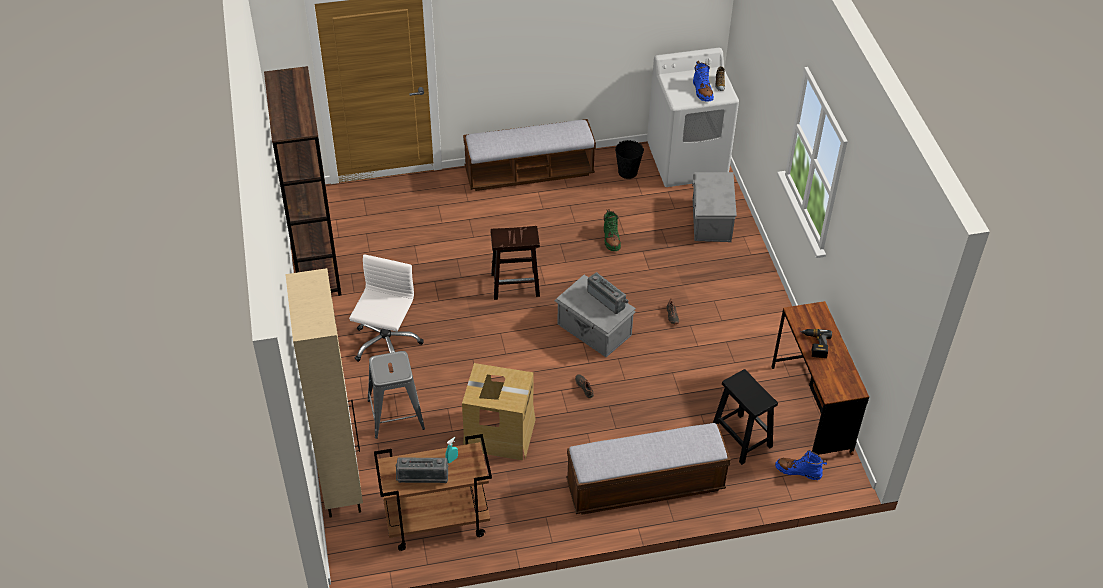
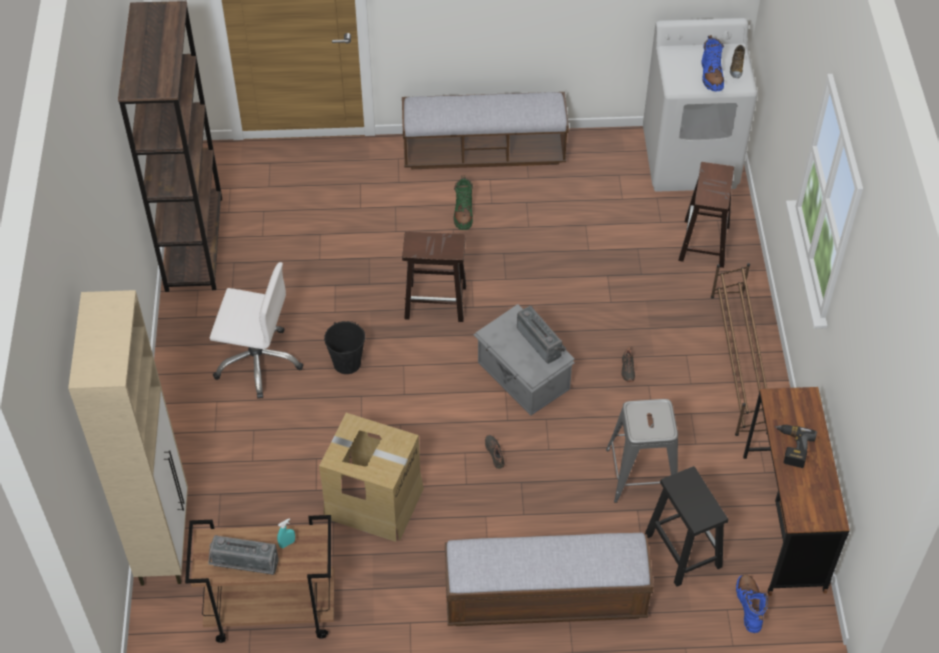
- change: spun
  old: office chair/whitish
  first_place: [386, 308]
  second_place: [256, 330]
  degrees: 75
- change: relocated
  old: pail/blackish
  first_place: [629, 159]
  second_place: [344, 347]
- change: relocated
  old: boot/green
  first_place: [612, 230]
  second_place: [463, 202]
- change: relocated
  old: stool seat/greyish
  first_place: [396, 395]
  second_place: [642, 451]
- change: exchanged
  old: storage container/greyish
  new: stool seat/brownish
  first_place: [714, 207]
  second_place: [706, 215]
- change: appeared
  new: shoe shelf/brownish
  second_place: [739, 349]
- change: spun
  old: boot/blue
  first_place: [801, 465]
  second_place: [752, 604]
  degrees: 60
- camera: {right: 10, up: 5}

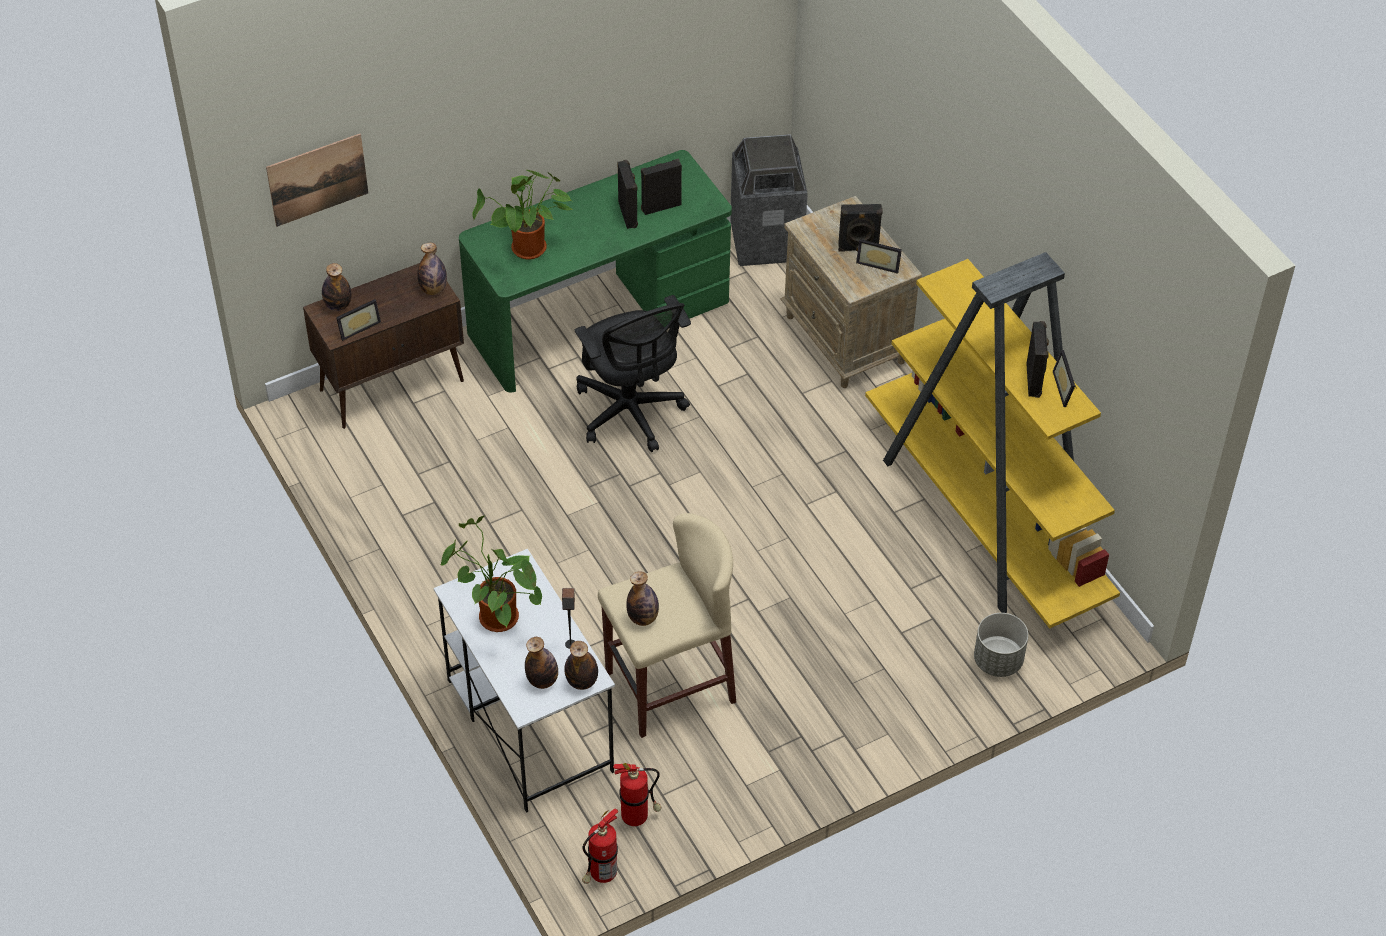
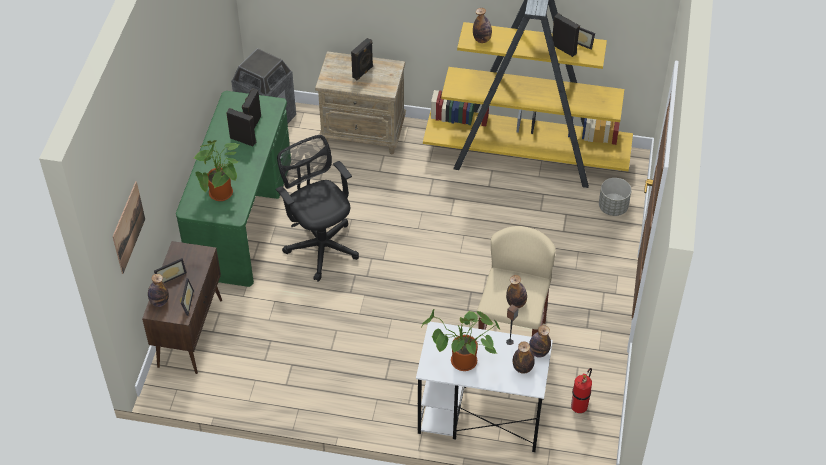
- change: relocated
  old: standing frame
  first_place: [879, 256]
  second_place: [170, 271]
- change: spun
  old: office chair/blackish
  first_place: [633, 373]
  second_place: [317, 208]
  degrees: -135
- change: relocated
  old: bottle
  first_place: [432, 269]
  second_place: [482, 25]
- change: missing
  old: fire extinguisher
  first_place: [600, 846]
- camera: {right: -50, up: 0}

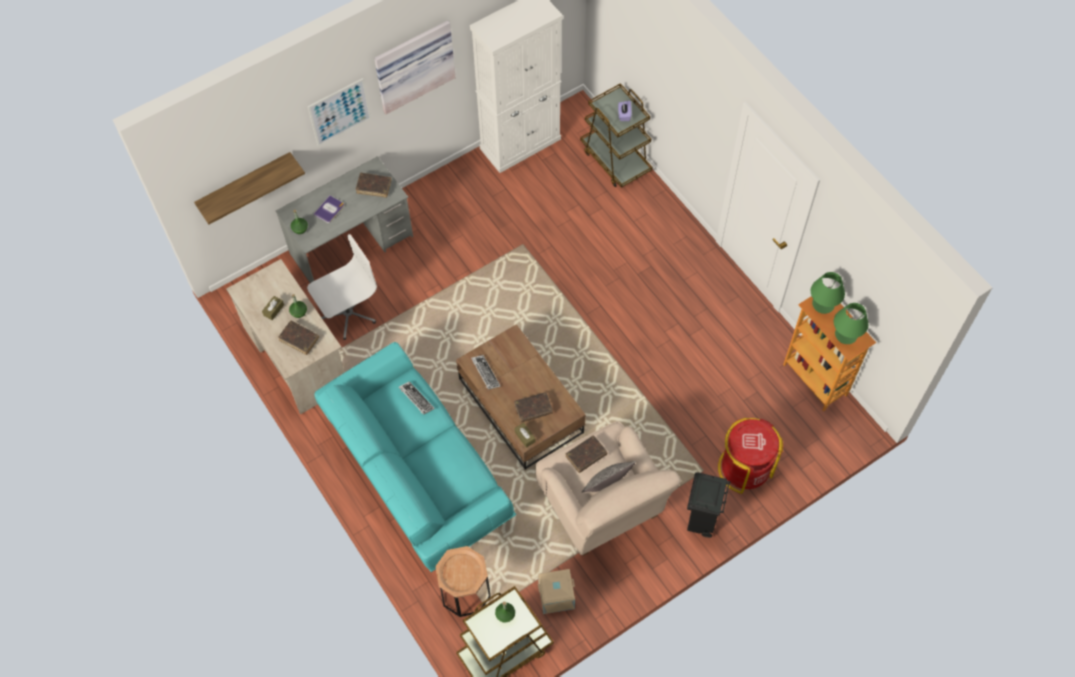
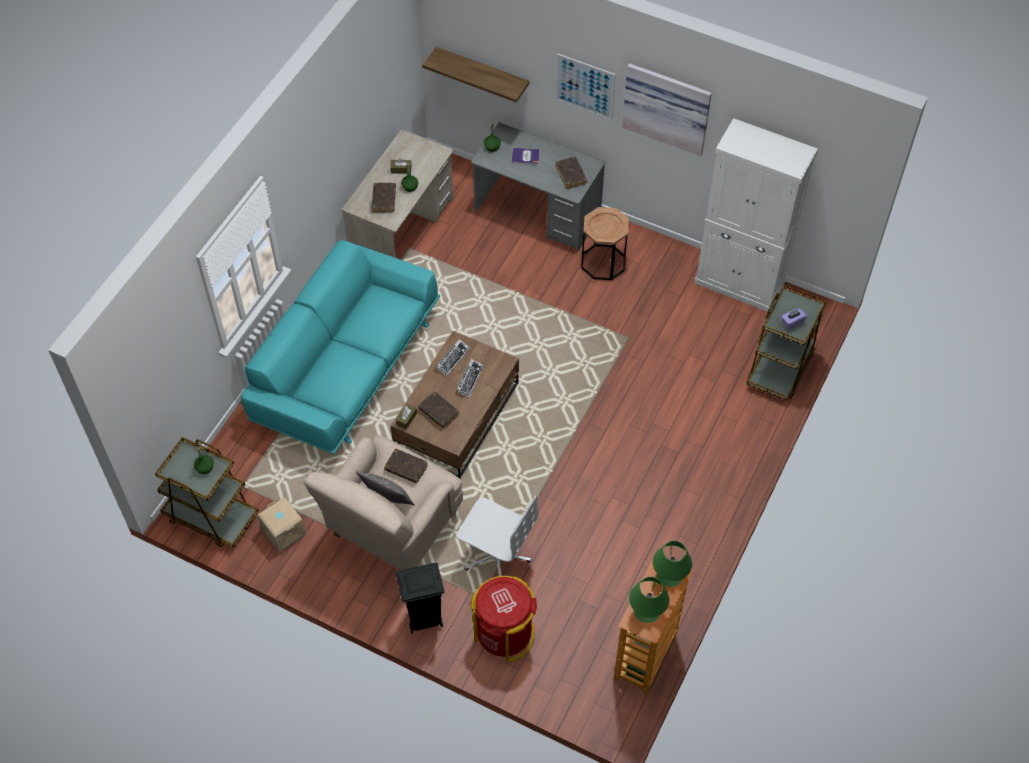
- change: relocated
  old: computer keyboard
  first_place: [417, 397]
  second_place: [470, 378]
- change: relocated
  old: office chair/whitish
  first_place: [342, 287]
  second_place: [497, 535]
- change: relocated
  old: accent table/brownish
  first_place: [463, 581]
  second_place: [605, 243]
- camera: {right: 60, up: -5}

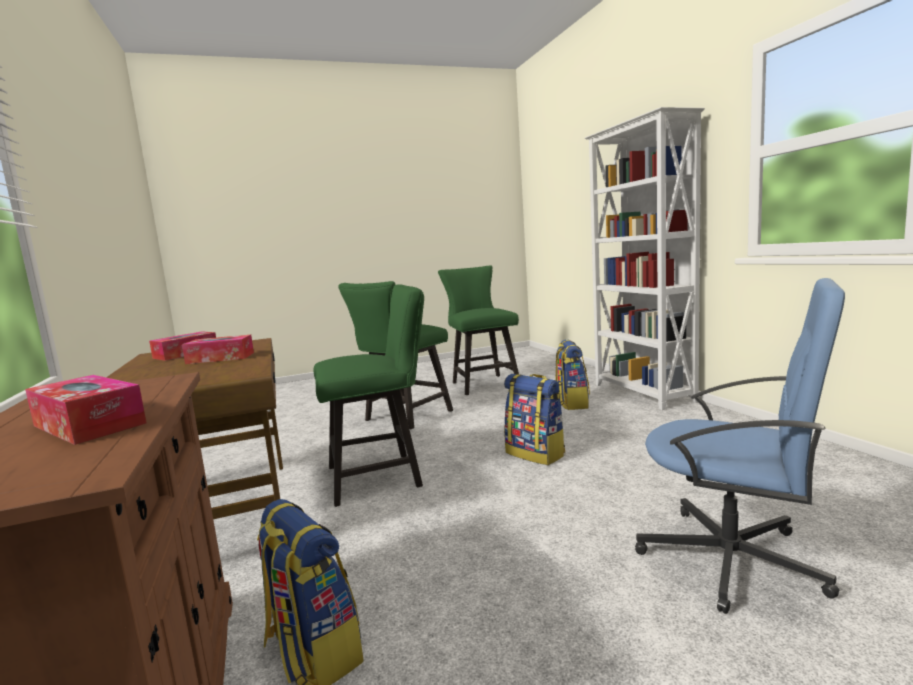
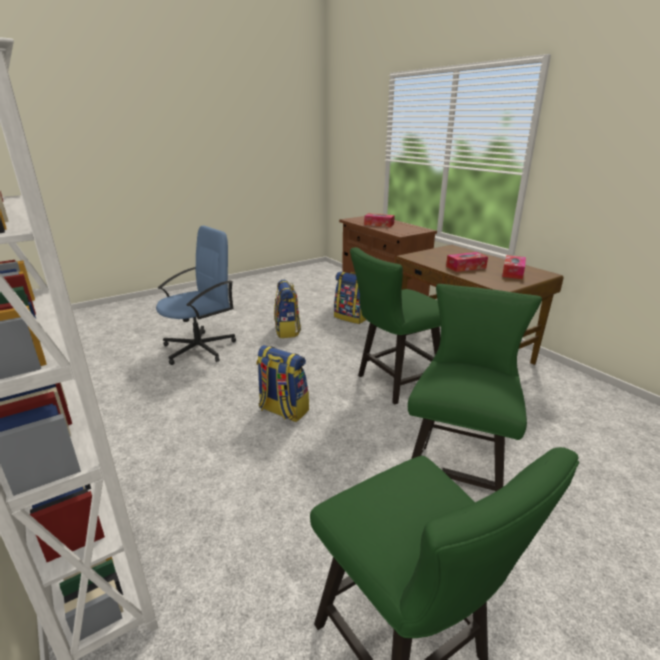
- change: spun
  old: office chair/blue
  first_place: [740, 446]
  second_place: [196, 295]
  degrees: 120
- change: relocated
  old: rucksack
  first_place: [572, 374]
  second_place: [287, 309]
- camera: {right: 165, up: 15}

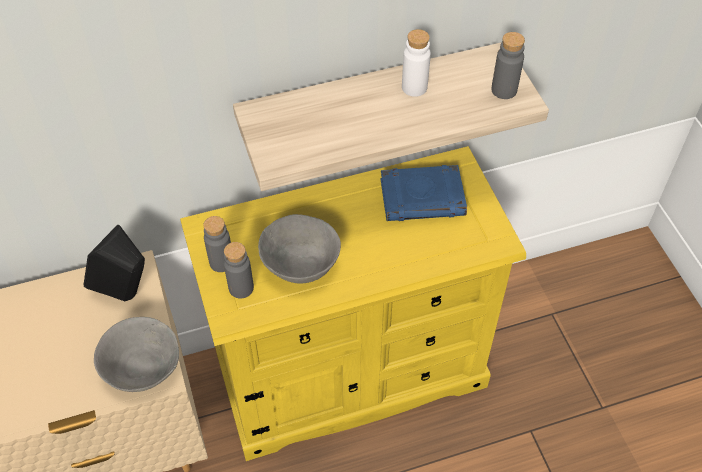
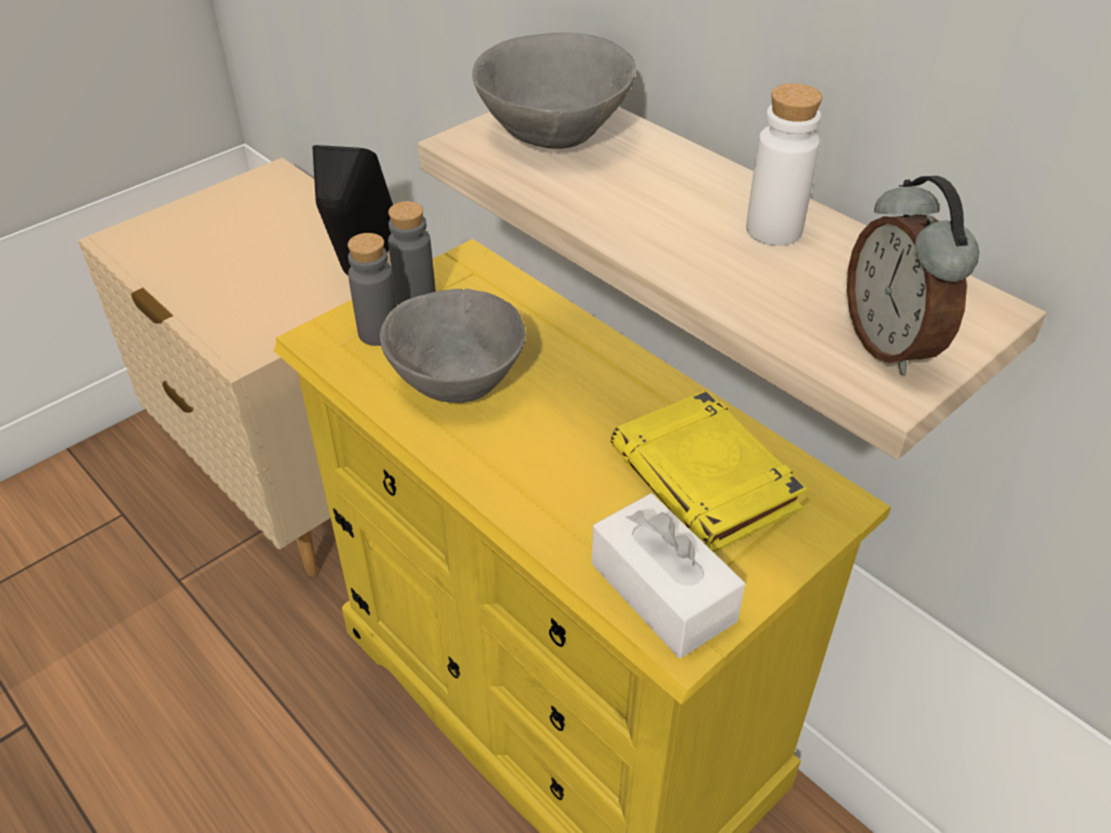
- change: relocated
  old: deep dish/greyish
  first_place: [136, 354]
  second_place: [554, 90]
- change: appeared
  new: tissue holder/whitish
  second_place: [668, 575]
- change: colour
  old: volume/blue
  new: volume/yellow
  first_place: [424, 193]
  second_place: [709, 471]
- change: exchanged
  old: bottle/greyish
  new: bedside clock
  first_place: [508, 65]
  second_place: [913, 275]
- camera: {right: 65, up: -10}

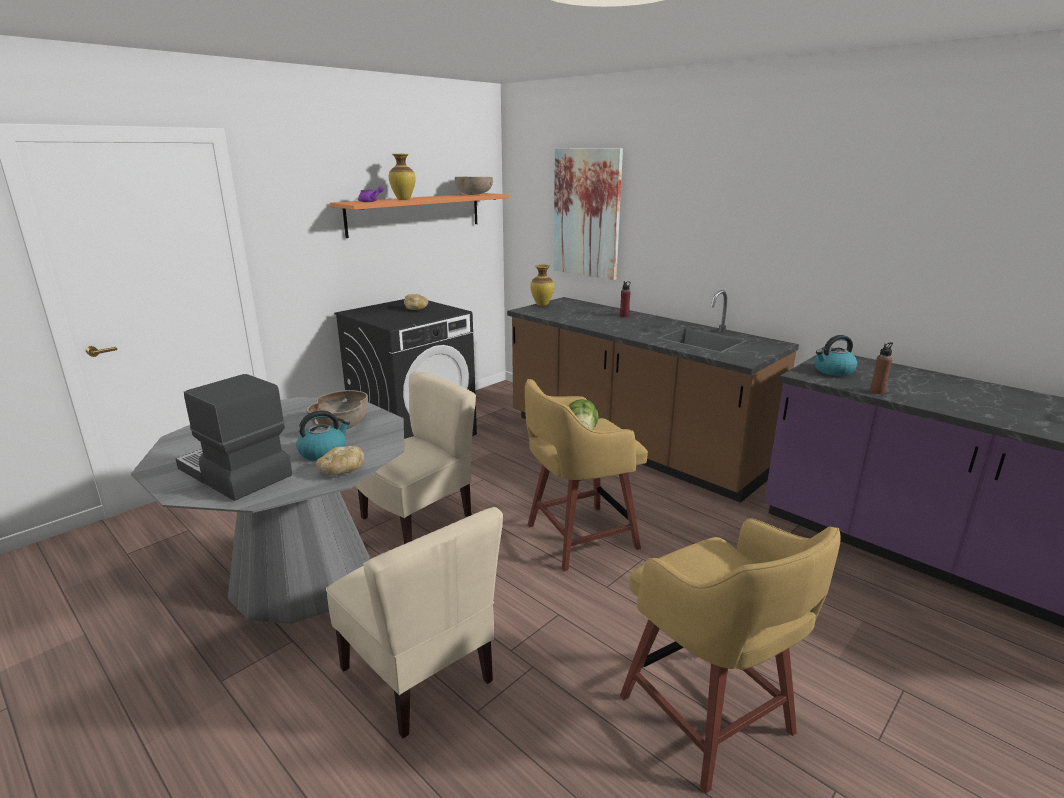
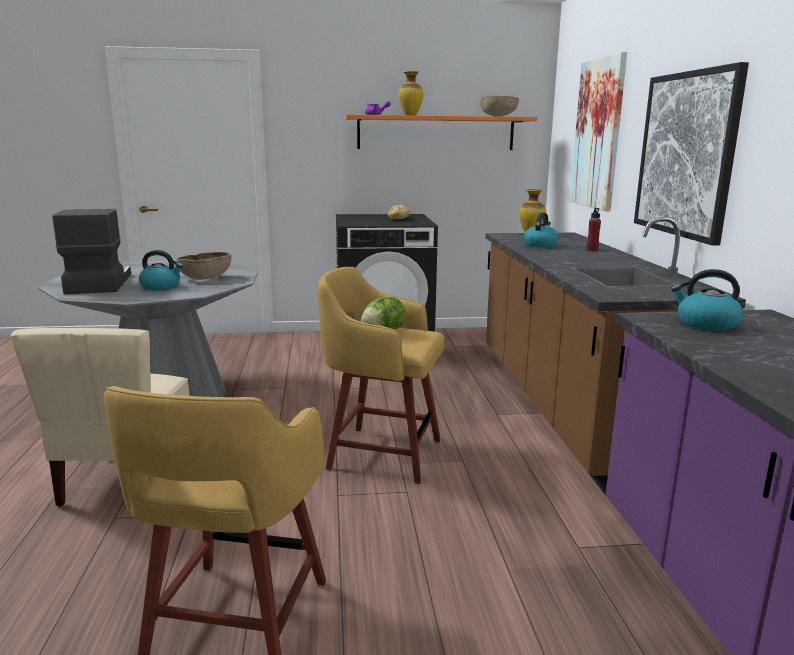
- change: appeared
  new: kettle
  second_place: [541, 229]
- change: appeared
  new: picture
  second_place: [691, 154]
- change: missing
  old: bread
  first_place: [340, 460]
- change: missing
  old: chair/sand-coloured
  first_place: [416, 458]
- change: missing
  old: bottle/brownish
  first_place: [881, 368]
- camera: {right: 40, up: -5}

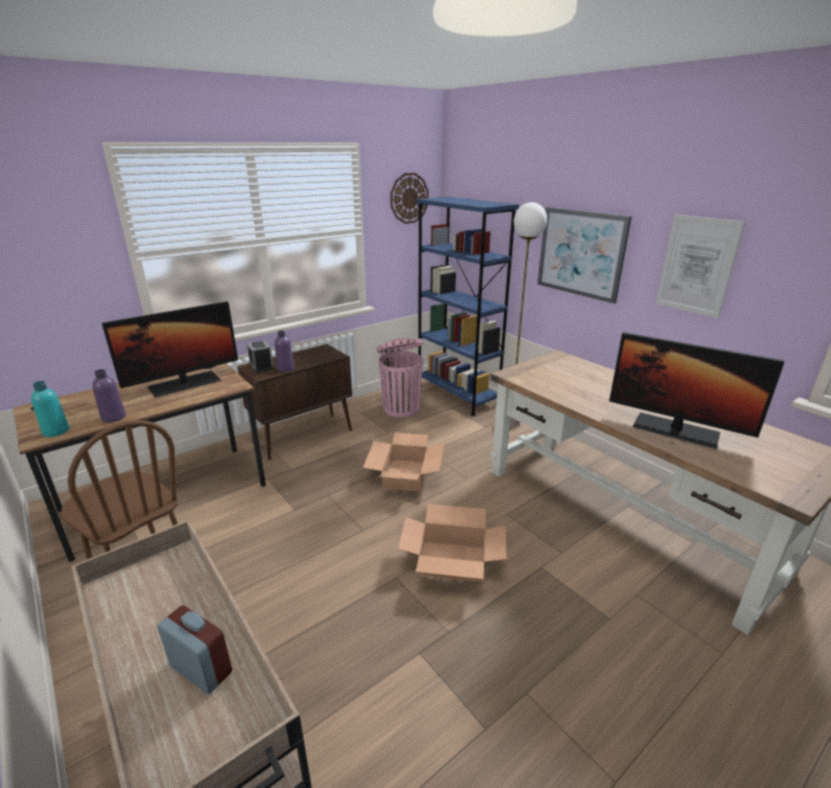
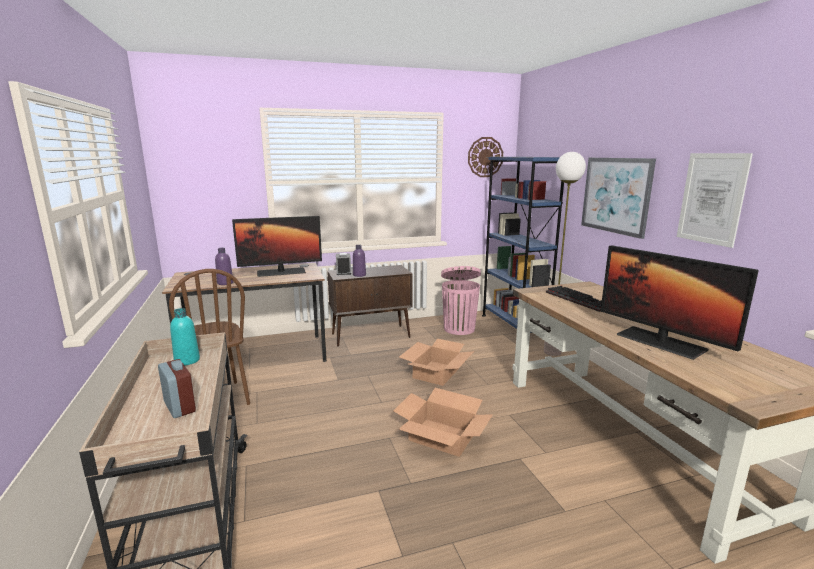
- change: relocated
  old: bottle/blue-green
  first_place: [50, 409]
  second_place: [185, 337]
- change: appeared
  new: computer keyboard
  second_place: [574, 299]
- camera: {right: 20, up: -10}

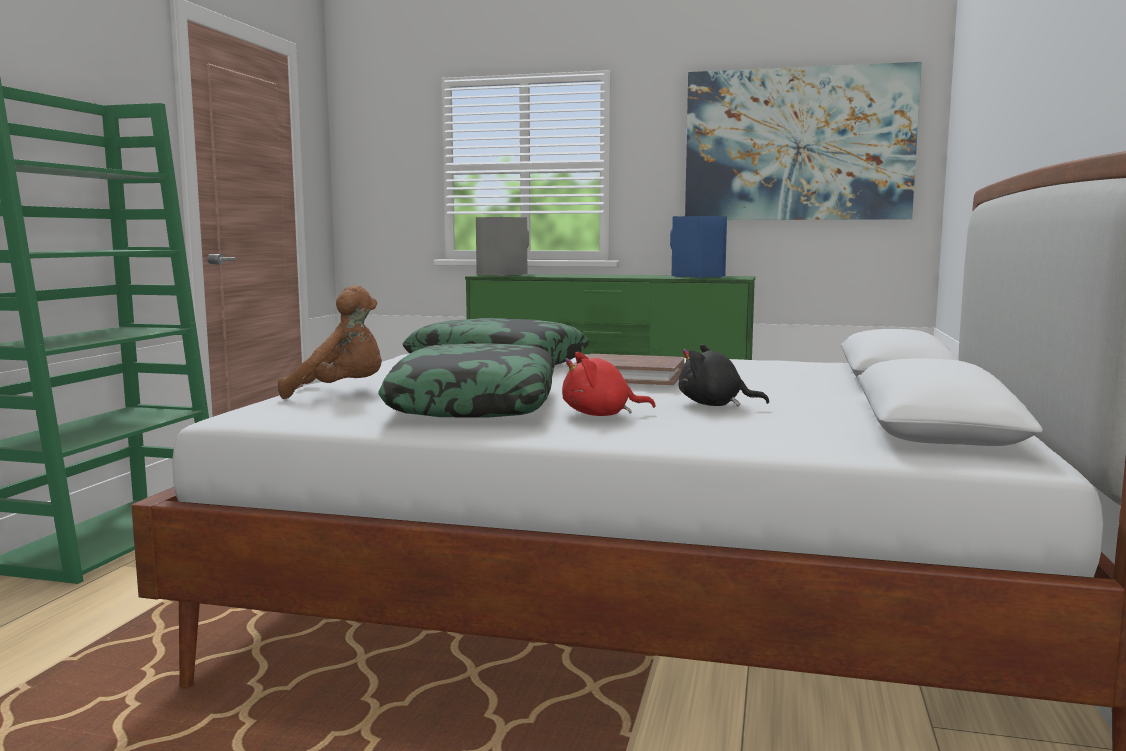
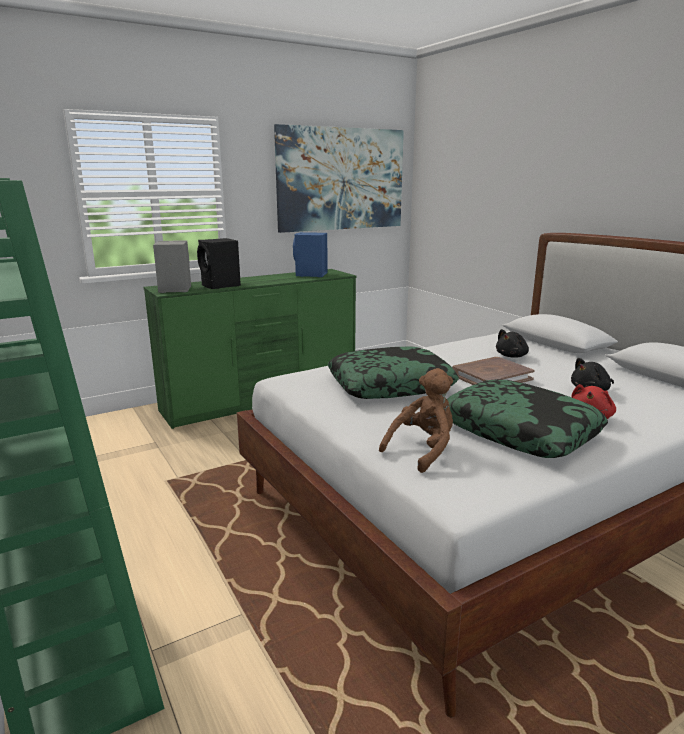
- change: appeared
  new: loudspeaker/blackish
  second_place: [219, 263]
- change: appeared
  new: cuddly toy/blackish
  second_place: [512, 343]
- camera: {right: -45, up: 10}

